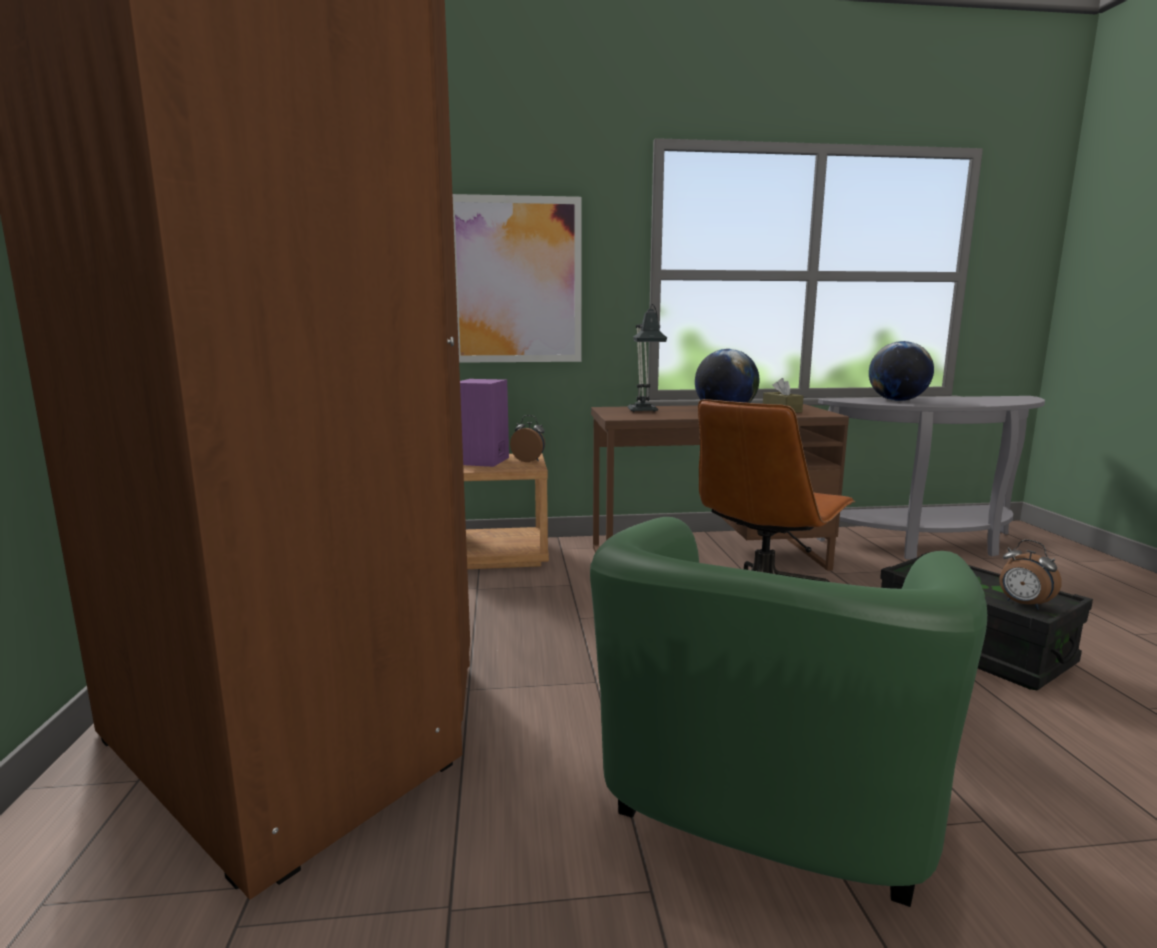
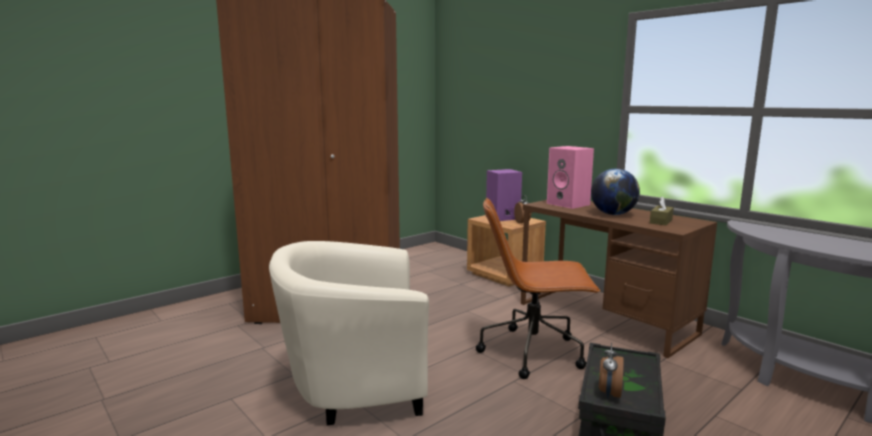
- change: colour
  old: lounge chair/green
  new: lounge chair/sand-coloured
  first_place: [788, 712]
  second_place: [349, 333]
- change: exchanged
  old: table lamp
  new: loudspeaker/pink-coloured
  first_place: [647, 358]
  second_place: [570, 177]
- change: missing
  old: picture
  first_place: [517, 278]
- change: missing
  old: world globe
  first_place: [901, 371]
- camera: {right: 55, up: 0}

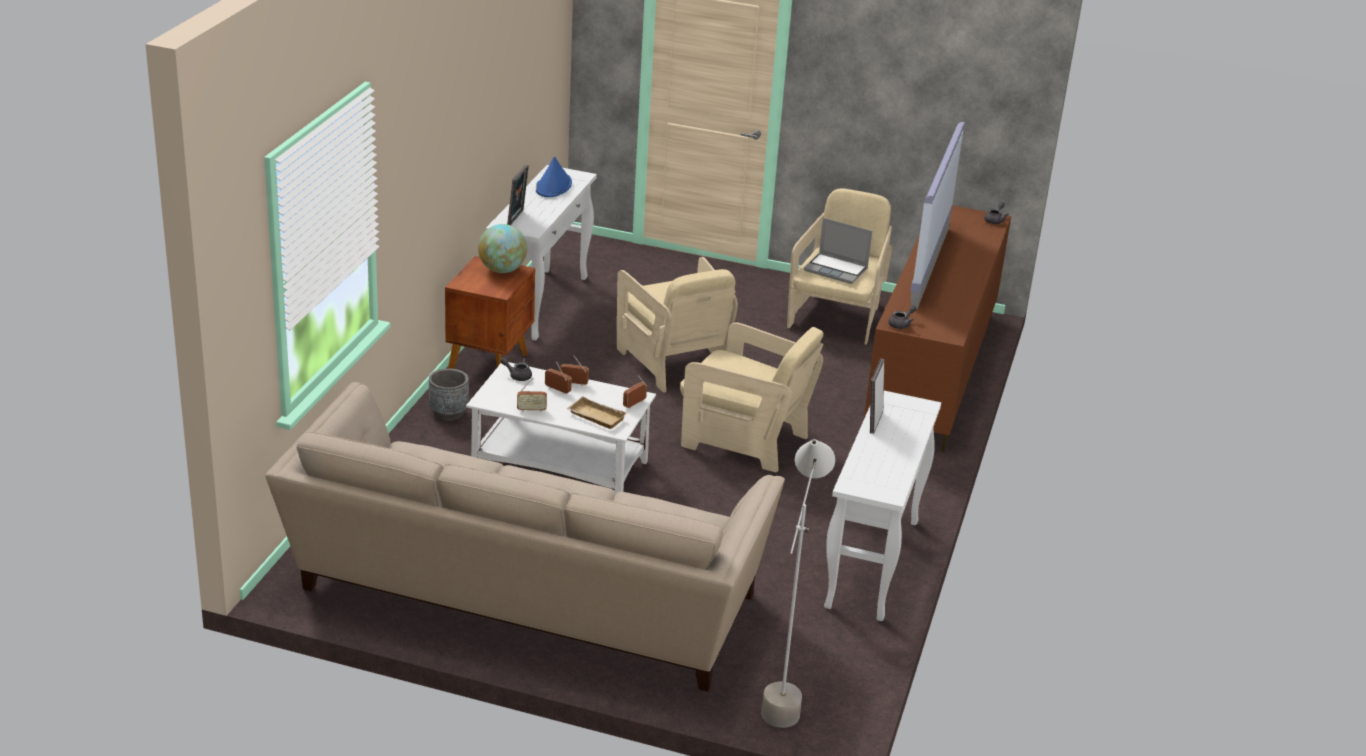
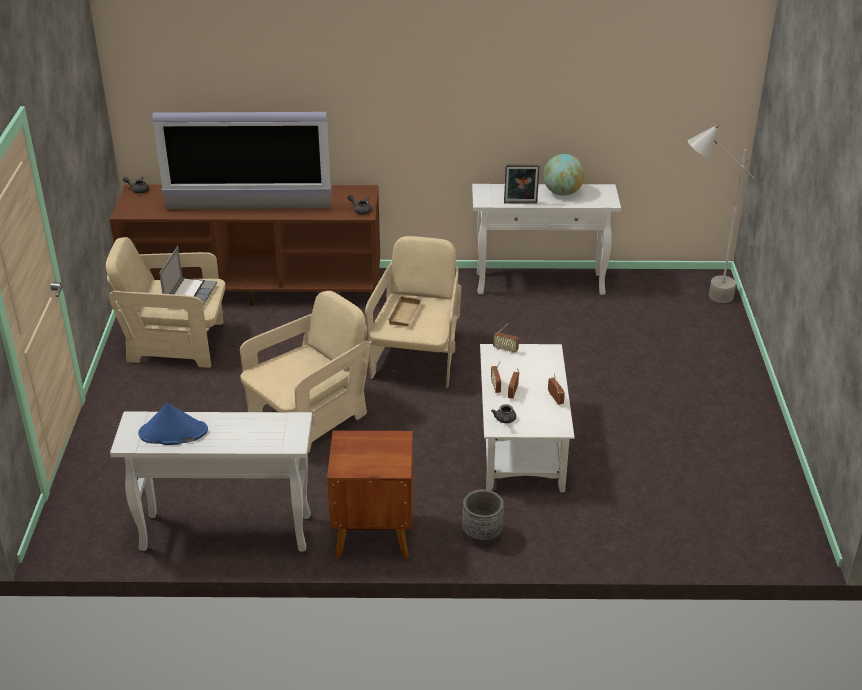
- change: relocated
  old: carrying tray/sand-coloured
  first_place: [597, 413]
  second_place: [405, 310]
- change: relocated
  old: world globe
  first_place: [502, 248]
  second_place: [564, 175]
- change: missing
  old: couch/sand-coloured
  first_place: [525, 537]
- change: missing
  old: standing frame
  first_place: [518, 195]
- camera: {right: -105, up: 5}

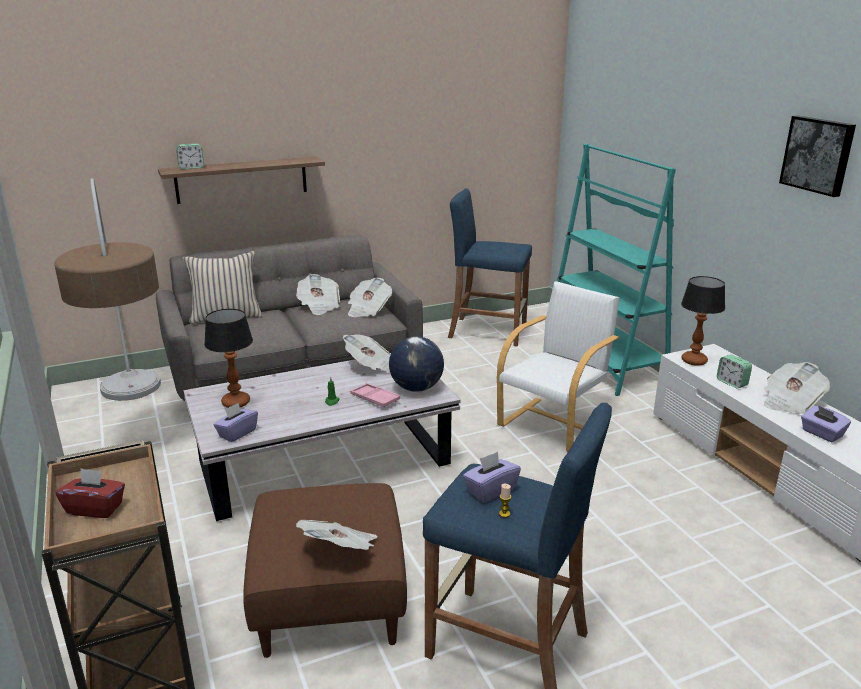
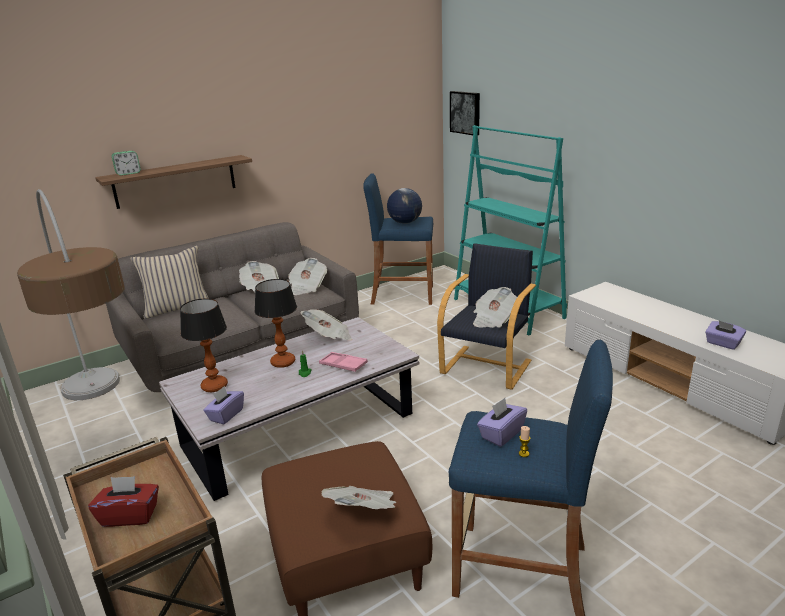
- change: relocated
  old: table lamp
  first_place: [703, 321]
  second_place: [276, 323]
- change: relocated
  old: world globe
  first_place: [416, 364]
  second_place: [404, 206]
- change: colour
  old: lounge chair/whitish
  new: lounge chair/blackish
  first_place: [558, 366]
  second_place: [486, 316]
- change: relocated
  old: picture
  first_place: [817, 156]
  second_place: [465, 113]
- change: relocated
  old: printed paper
  first_place: [797, 388]
  second_place: [495, 307]
- change: missing
  old: bedside clock
  first_place: [734, 371]
- camera: {right: -10, up: 0}

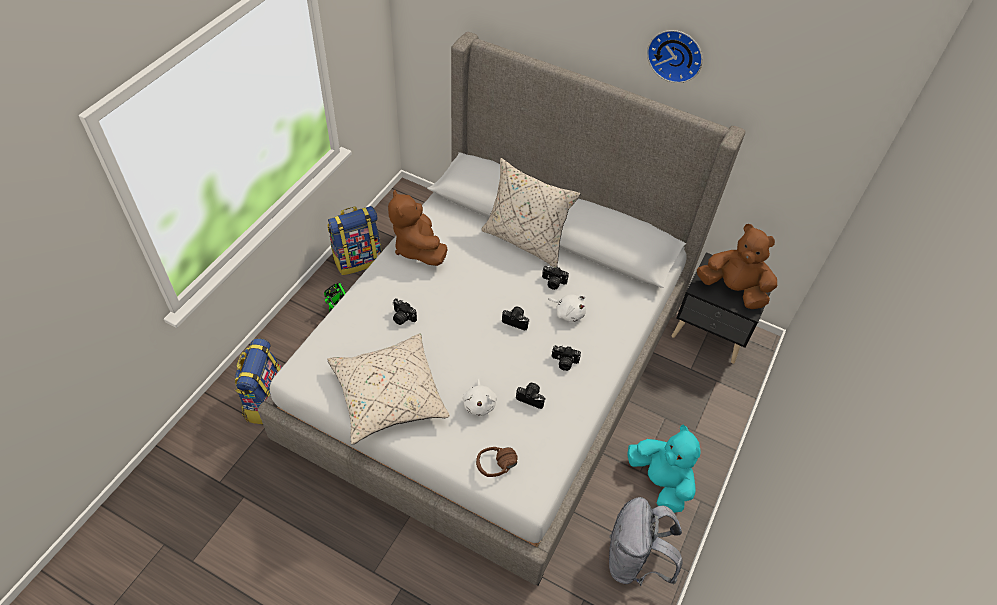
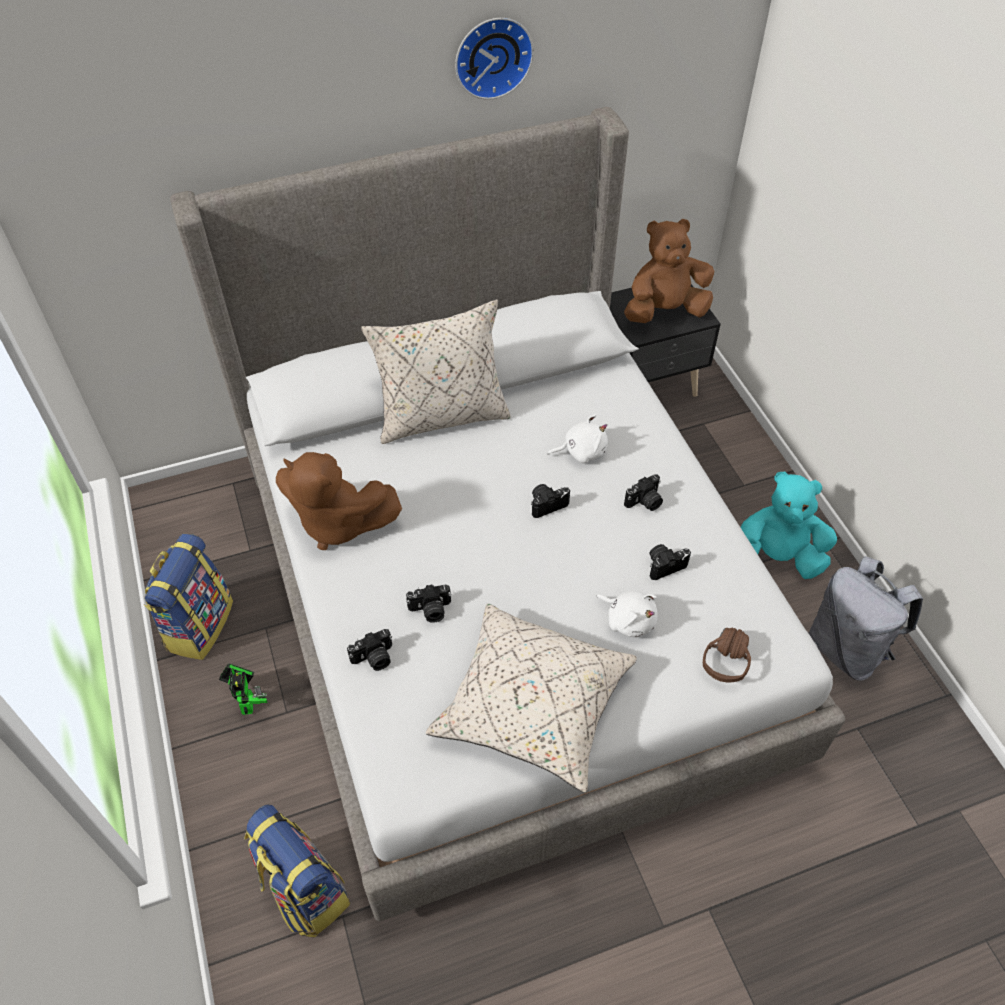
- change: relocated
  old: photo camera
  first_place: [555, 278]
  second_place: [369, 650]
- camera: {right: -45, up: 0}

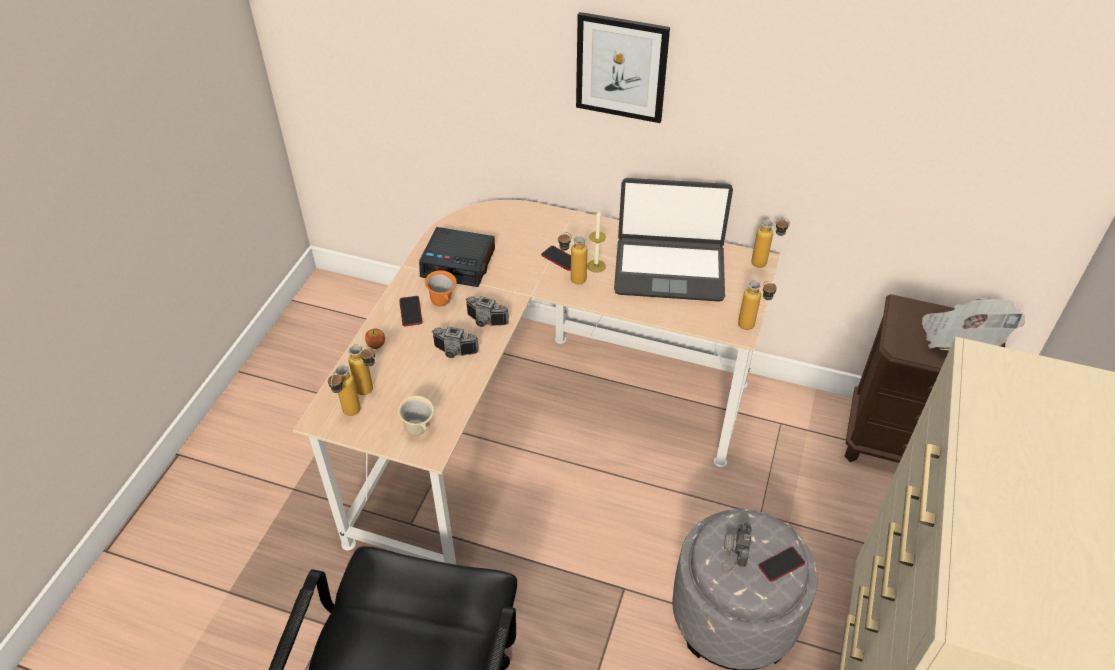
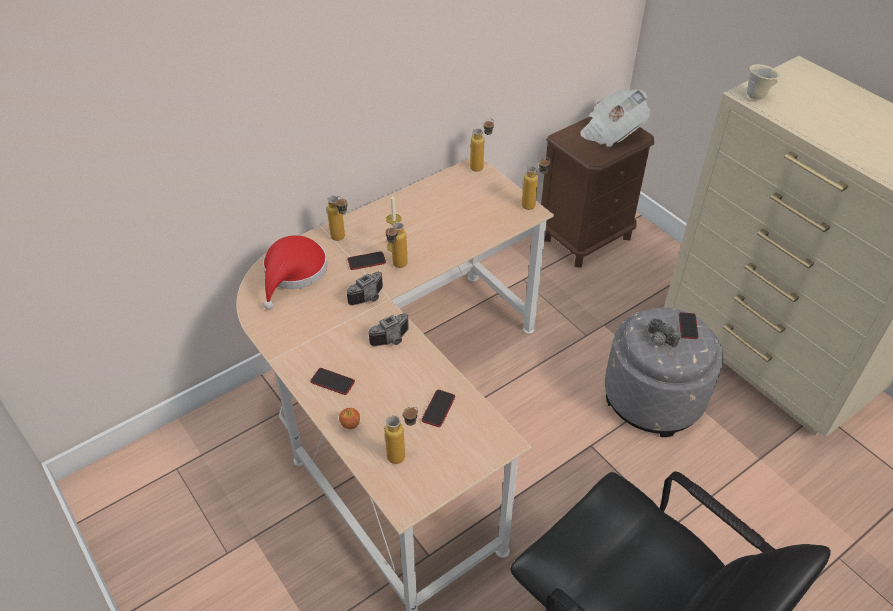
- change: appeared
  new: hat/red
  second_place: [295, 272]
- change: relocated
  old: bottle
  first_place: [344, 390]
  second_place: [337, 218]
- change: relocated
  old: photo camera
  first_place: [455, 342]
  second_place: [364, 288]
- change: appeared
  new: handset
  second_place: [438, 408]
- change: relocated
  old: coffee mug/sand-coloured
  first_place: [416, 416]
  second_place: [763, 82]
- change: missing
  old: bedside clock
  first_place: [457, 257]
- change: missing
  old: coffee mug/orangey
  first_place: [441, 288]
- change: missing
  old: picture
  first_place: [623, 67]
- change: missing
  old: portable computer
  first_place: [673, 240]
- camera: {right: -55, up: 0}

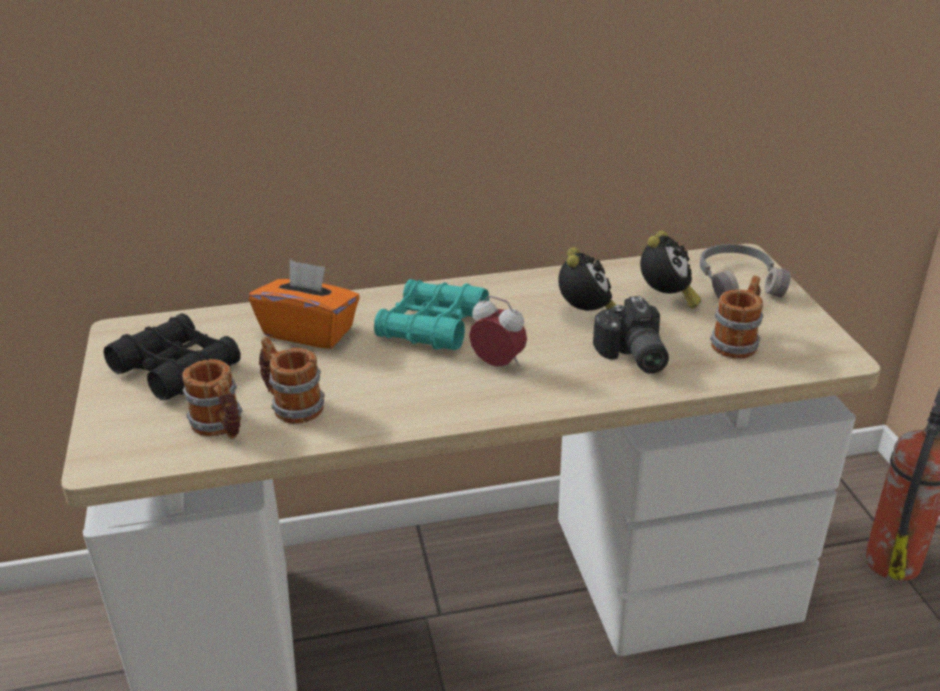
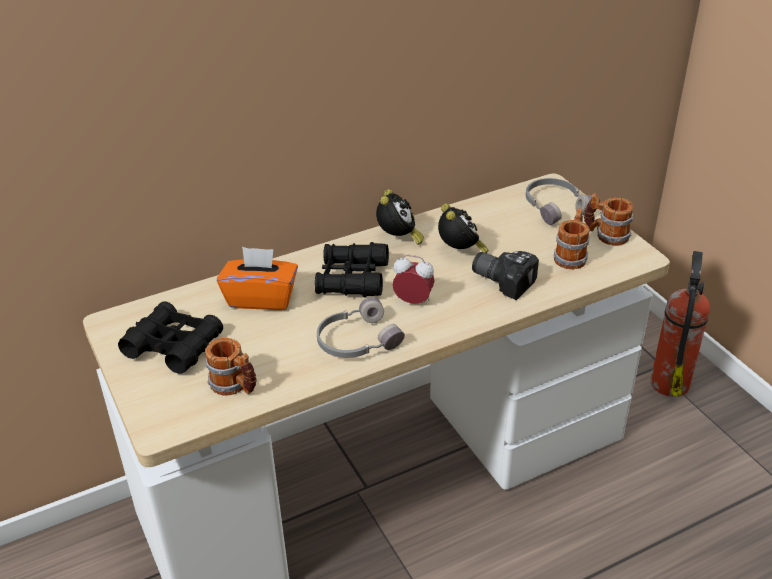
- change: colour
  old: field glasses/blue-green
  new: field glasses/blackish
  first_place: [431, 314]
  second_place: [352, 269]
- change: appeared
  new: headset/greyish
  second_place: [361, 327]
- change: relocated
  old: bedside clock
  first_place: [670, 269]
  second_place: [400, 217]
- change: spun
  old: photo camera
  first_place: [631, 335]
  second_place: [505, 275]
  degrees: 150
- change: relocated
  old: coffee mug
  first_place: [292, 380]
  second_place: [608, 219]
- camera: {right: -15, up: 5}

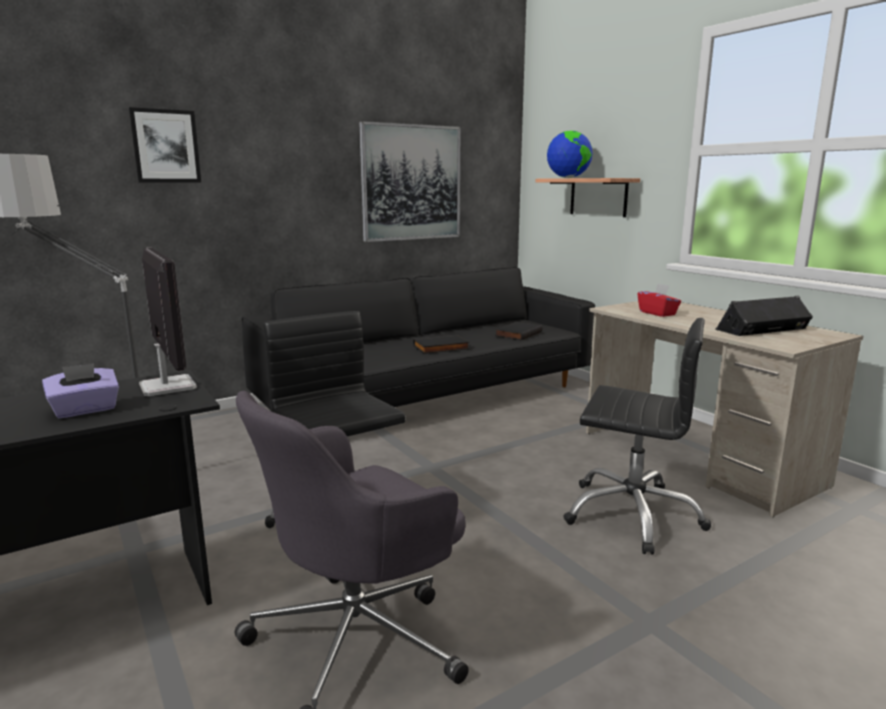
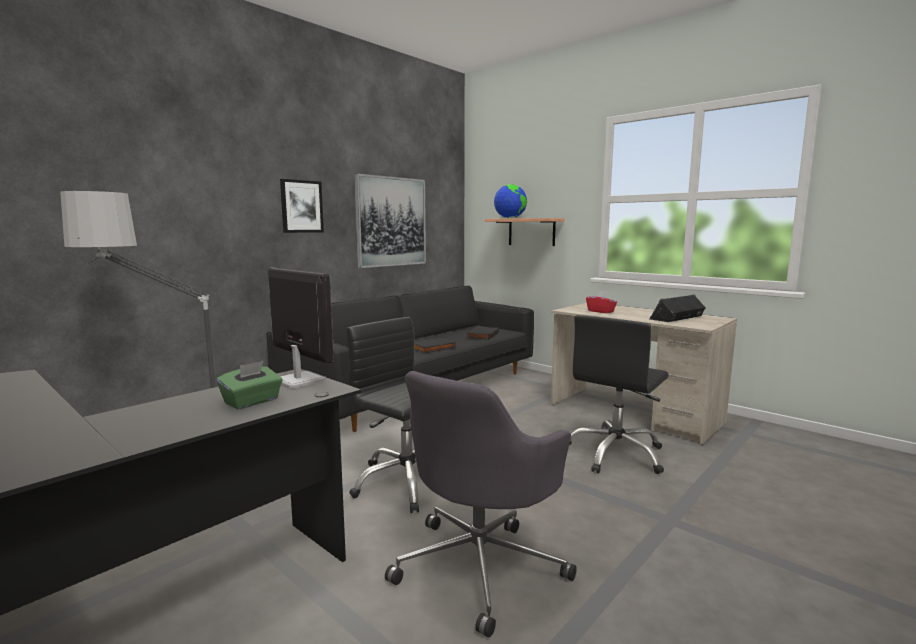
- change: colour
  old: tissue holder/purple
  new: tissue holder/green
  first_place: [80, 390]
  second_place: [250, 385]
- change: relocated
  old: picture
  first_place: [165, 144]
  second_place: [302, 206]
- change: spun
  old: office chair/blackish
  first_place: [637, 436]
  second_place: [619, 394]
  degrees: 120
- camera: {right: -15, up: -5}

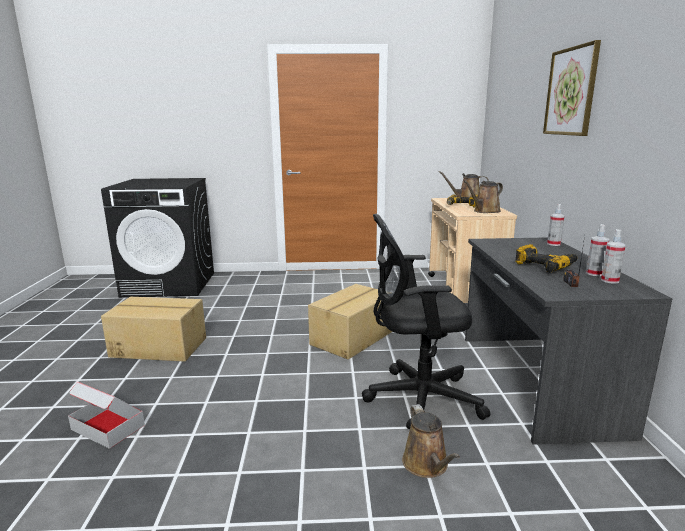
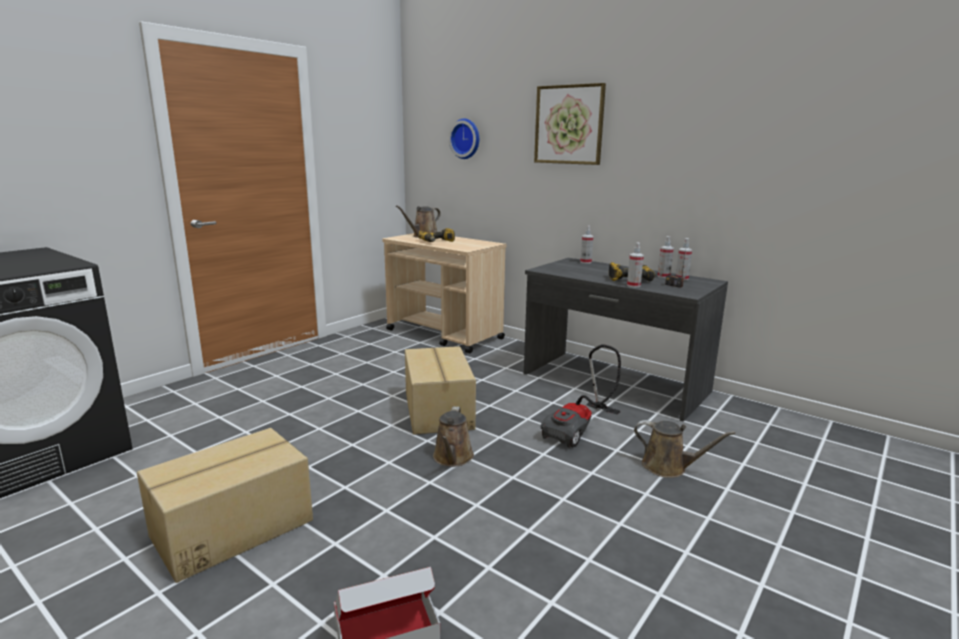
- change: relocated
  old: watering pot/brownish
  first_place: [483, 196]
  second_place: [453, 437]
- change: appeared
  new: hanging clock
  second_place: [463, 139]
- change: exchanged
  old: office chair/blackish
  new: vacuum
  first_place: [426, 321]
  second_place: [580, 396]
- change: appeared
  new: sprayer
  second_place: [635, 265]
- camera: {right: -50, up: 0}

